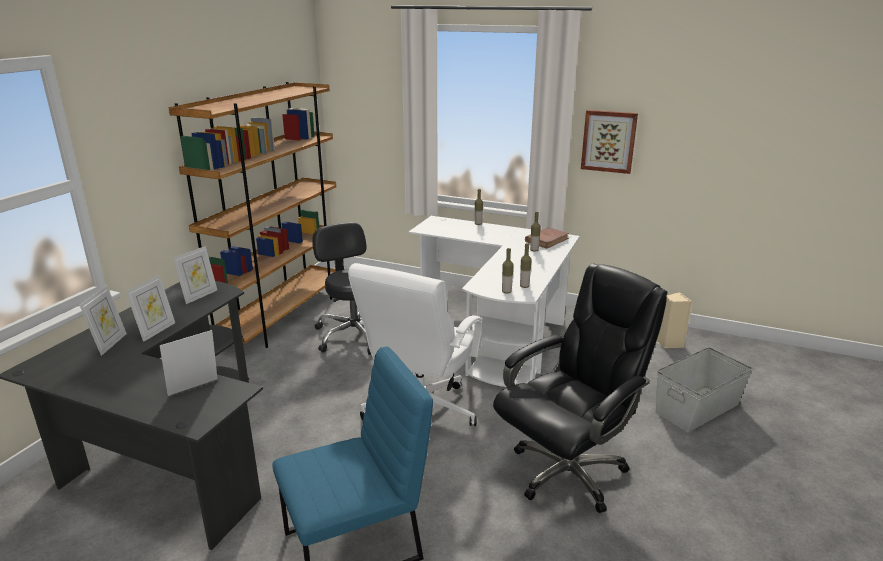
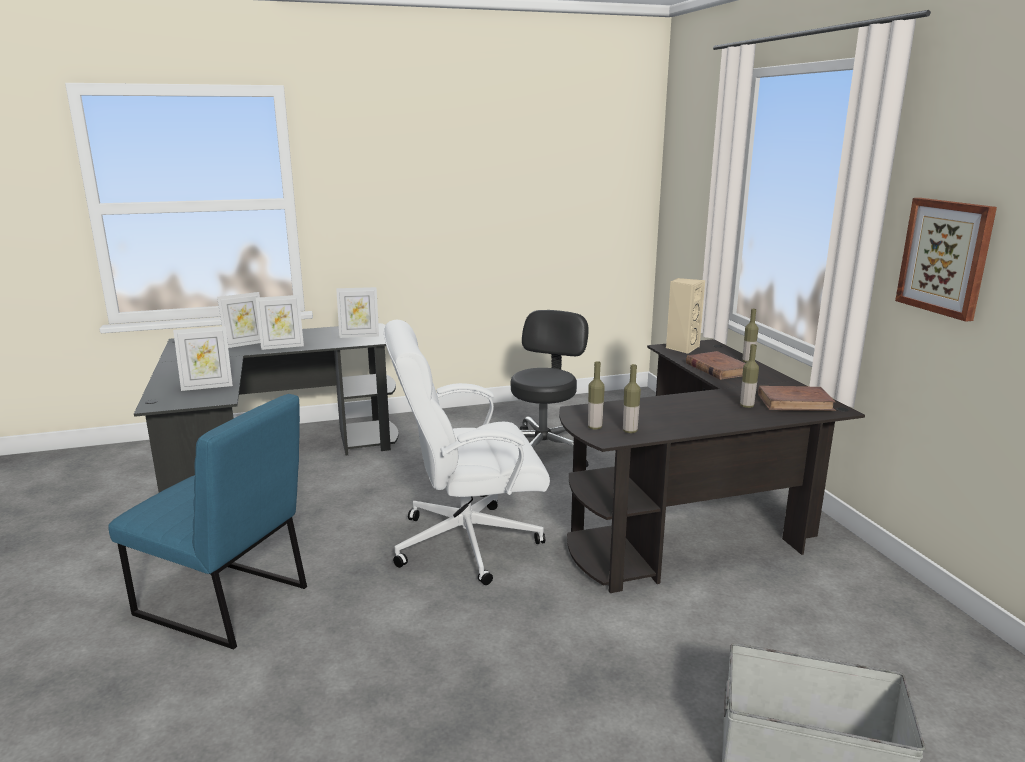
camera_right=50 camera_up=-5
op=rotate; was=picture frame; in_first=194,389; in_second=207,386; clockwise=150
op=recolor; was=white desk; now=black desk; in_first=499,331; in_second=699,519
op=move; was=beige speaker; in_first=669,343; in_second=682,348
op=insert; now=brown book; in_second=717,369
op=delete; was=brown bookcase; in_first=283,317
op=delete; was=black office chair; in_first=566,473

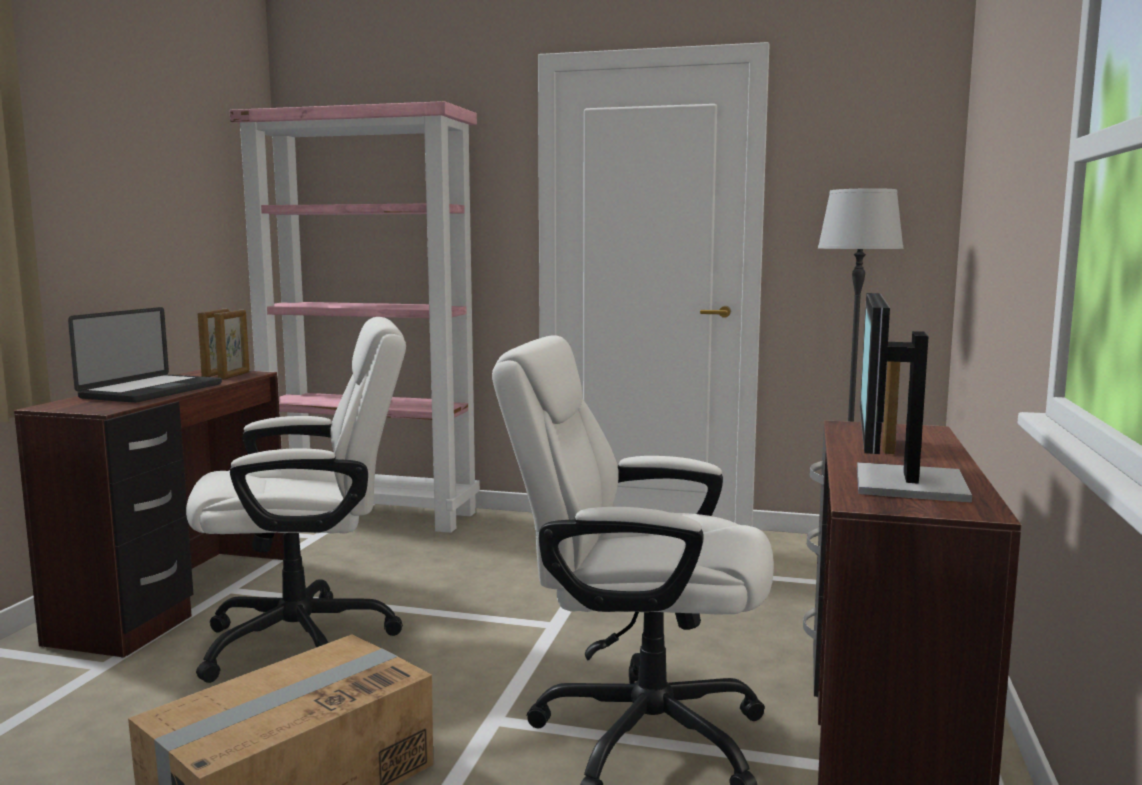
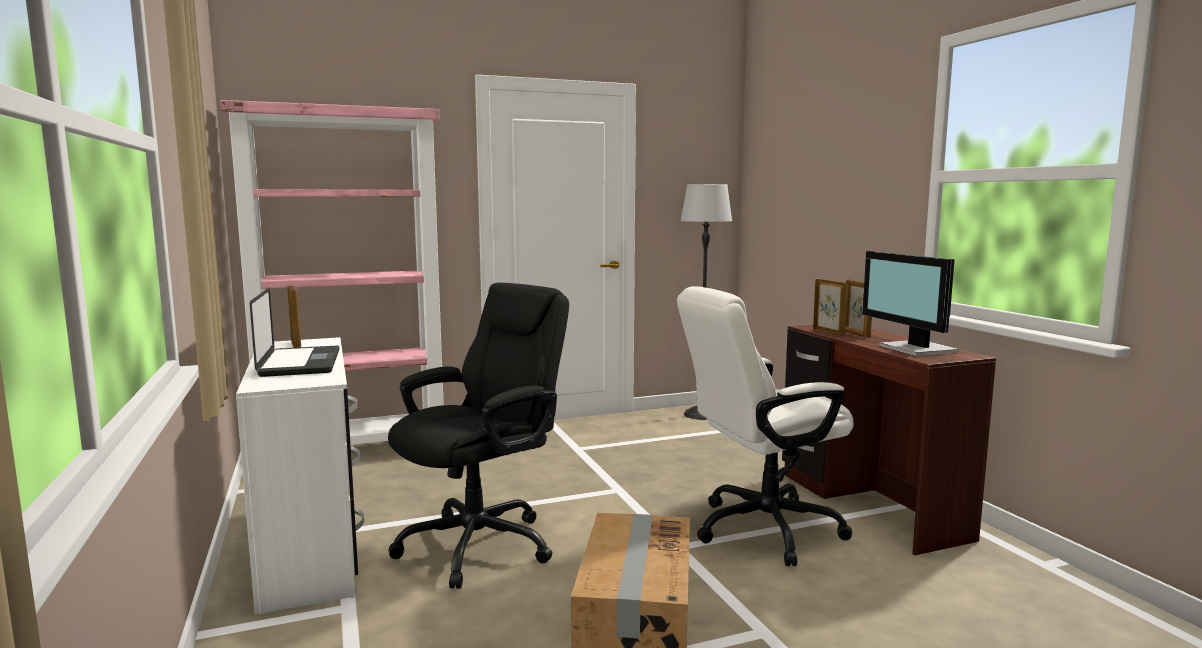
camera_right=-35 camera_up=0
op=recolor; was=brown desk; now=white desk; in_first=180,598; in_second=312,547
op=recolor; was=white office chair; now=black office chair; in_first=309,643; in_second=482,544
op=move; was=picture frame; in_first=234,376; in_second=828,333

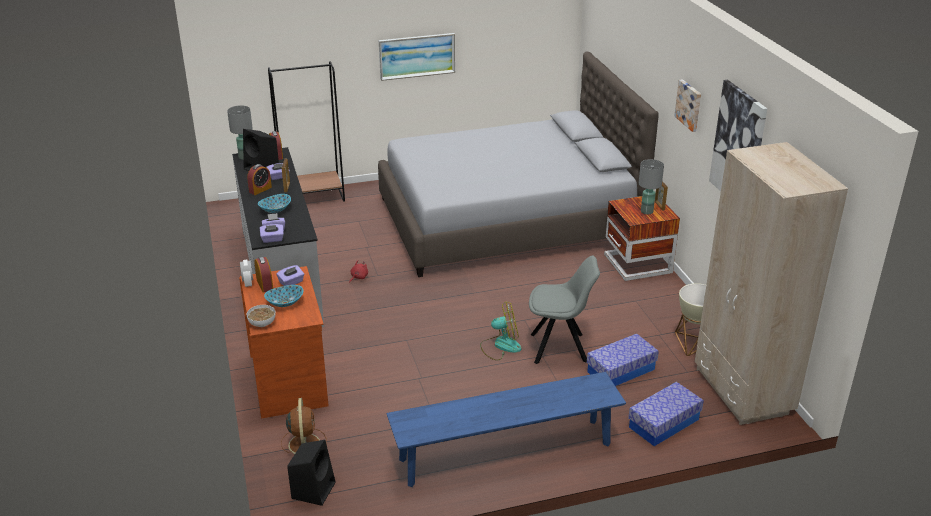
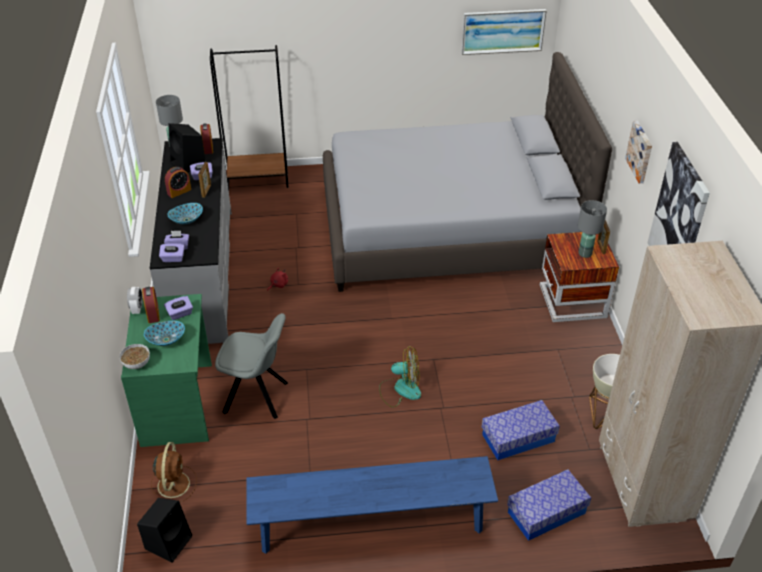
camera_right=10 camera_up=10
op=recolor; was=brown desk; now=green desk; in_first=289,380; in_second=178,404
op=move; was=grey chair; in_first=559,348; in_second=256,397
op=move; was=picture; in_first=417,56; in_second=503,31

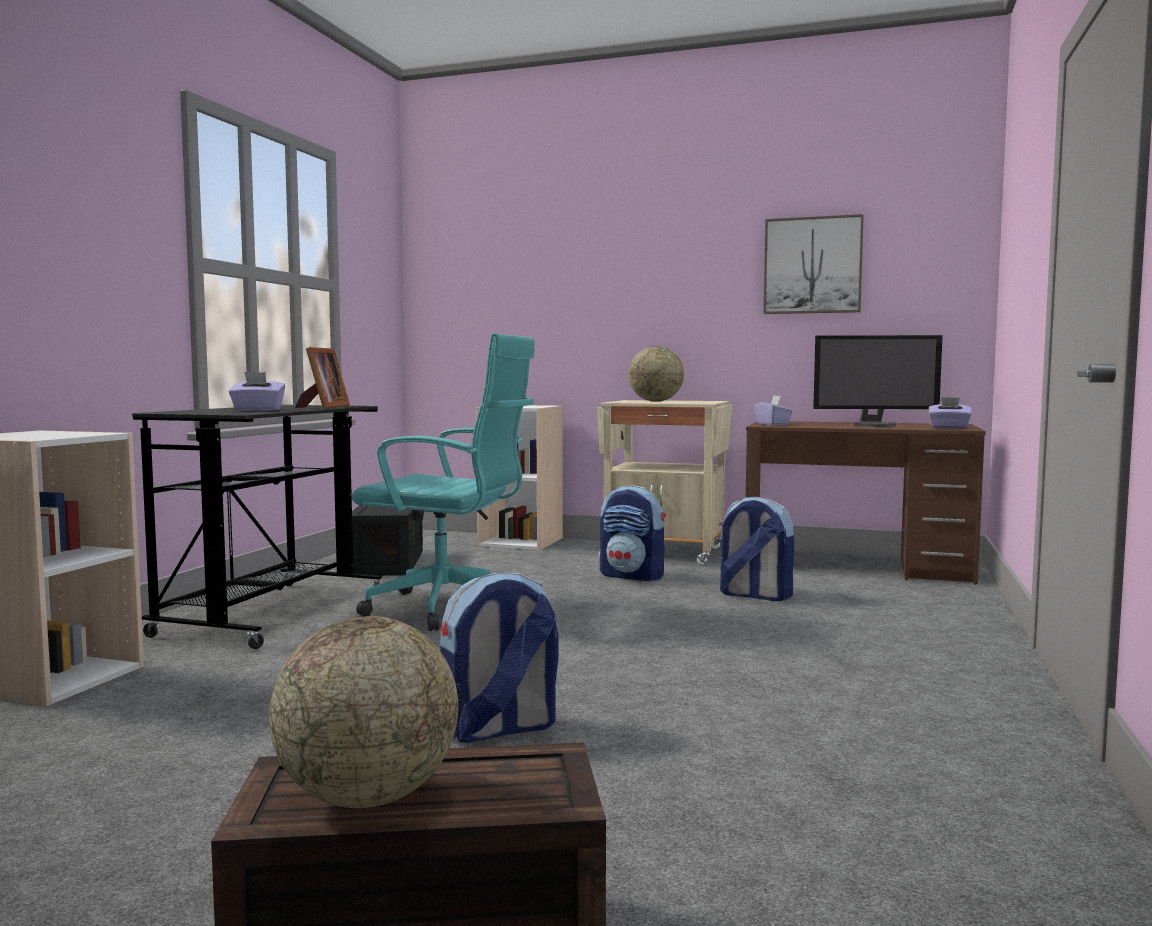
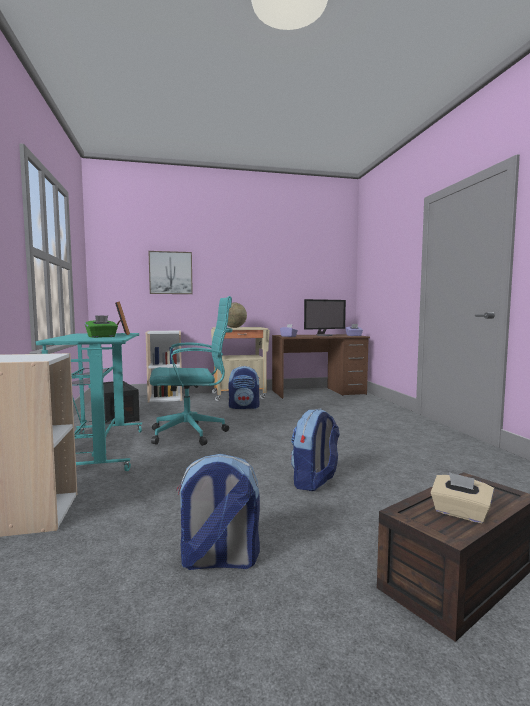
camera_right=-30 camera_up=0
op=recolor; was=black desk; now=turquoise desk; in_first=273,613; in_second=100,451
op=recolor; was=purple tissue box; now=green tissue box; in_first=257,410; in_second=102,337
op=move; was=picture; in_first=812,265; in_second=170,273
op=move; was=backpack; in_first=753,595; in_second=218,560
op=replace; was=globe; now=beige tissue box; in_first=368,797; in_second=460,513

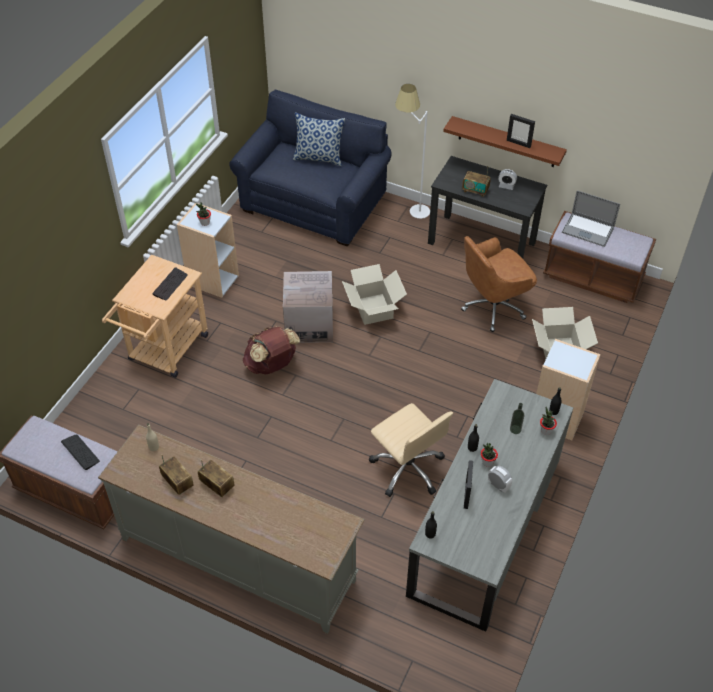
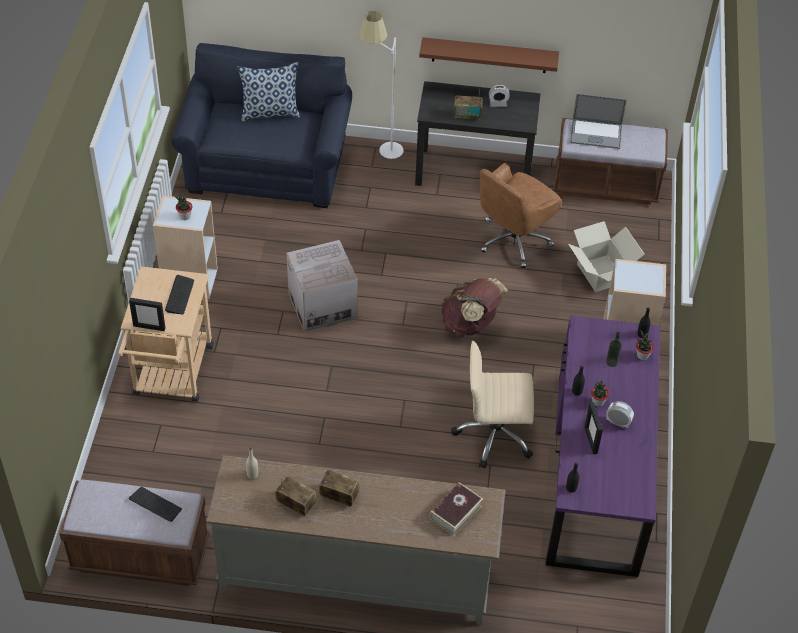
camera_right=-20 camera_up=0
op=move; was=picture frame; in_first=519,143; in_second=149,326
op=insert; now=book; in_second=455,512
op=move; was=brown backpack; in_first=271,365; in_second=470,324
op=rotate; was=beige office chair; in_first=408,468; in_second=494,435; clockwise=150
op=recolor; was=grey desk; now=purple desk; in_first=485,526; in_second=596,473
op=delete; was=cardboard box; in_first=374,309

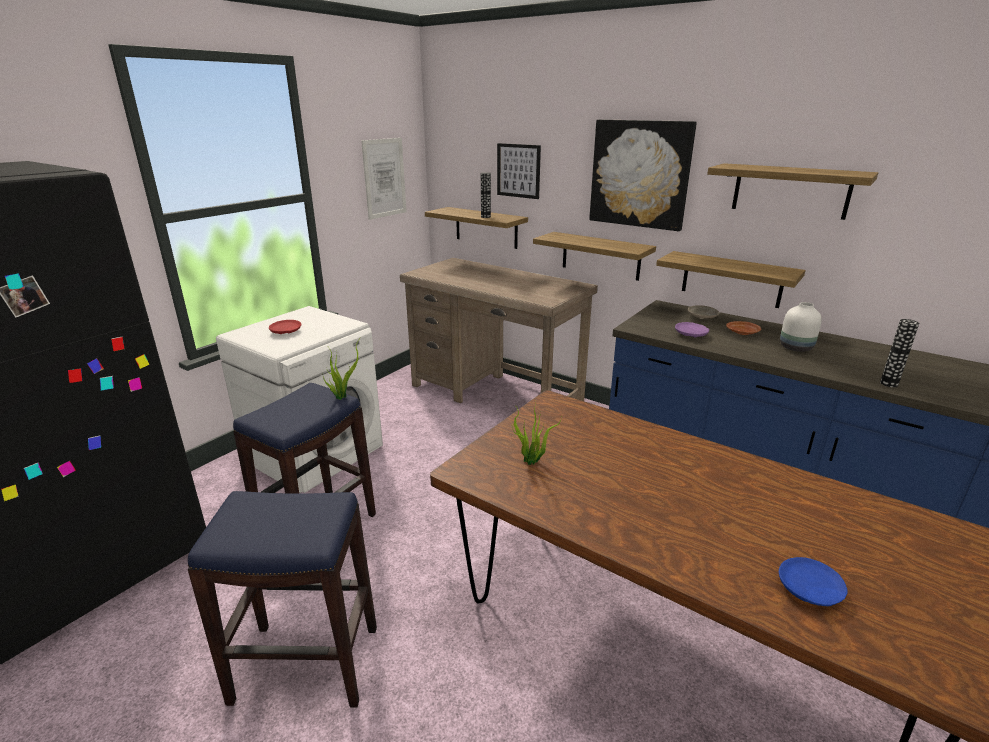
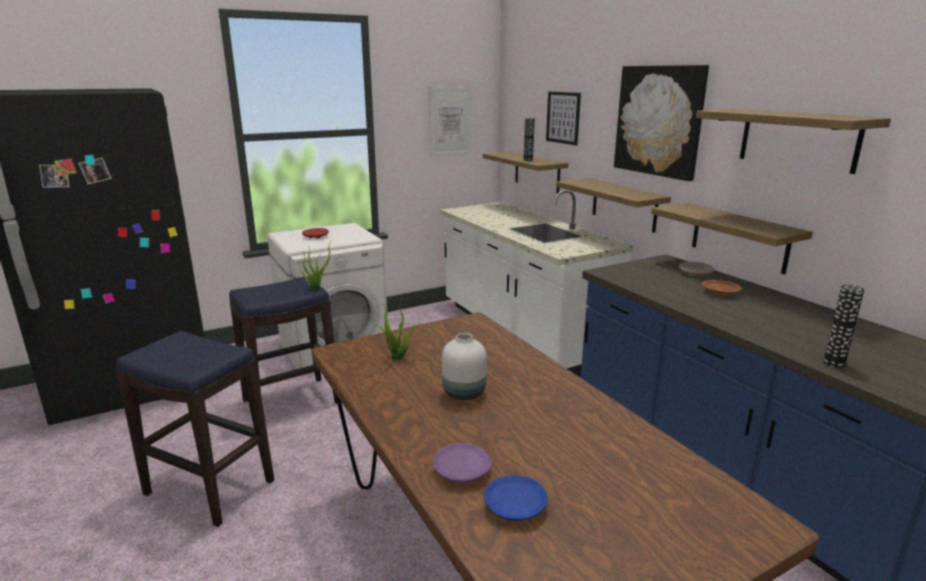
camera_right=25 camera_up=-5
op=move; was=purple plate; in_first=691,334; in_second=462,471
op=replace; was=brown desk; now=white counter; in_first=496,393; in_second=521,333
op=move; was=white vase; in_first=796,347; in_second=465,393

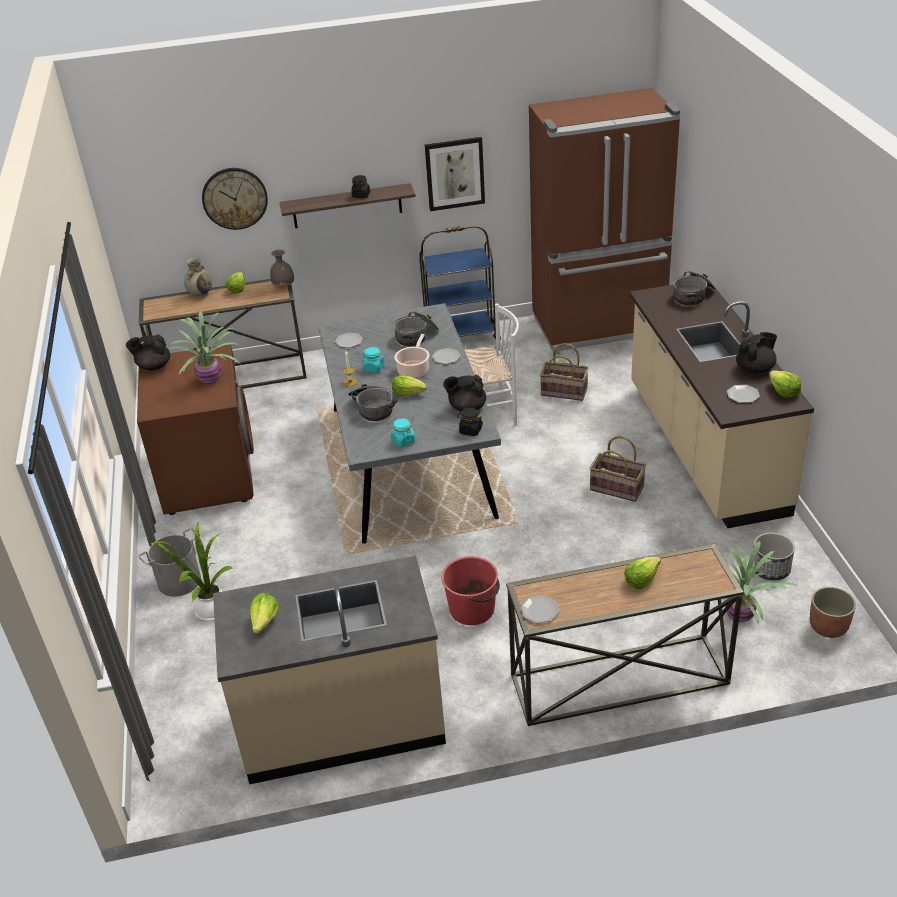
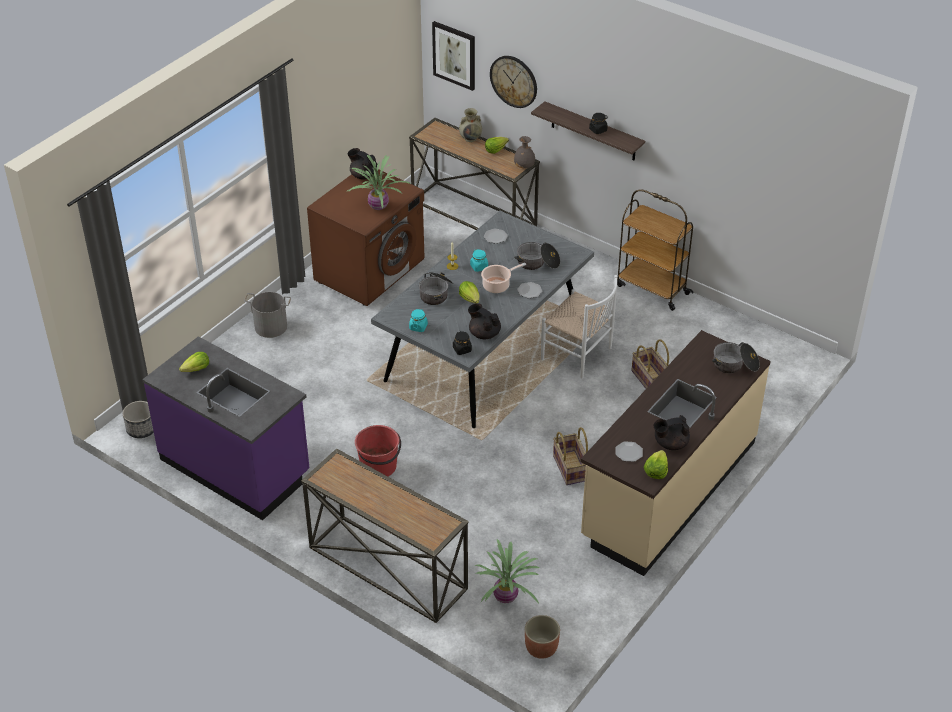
camera_right=45 camera_up=5
op=move; was=planter; in_first=770,569; in_second=141,429
op=recolor; was=beige counter; now=purple counter; in_first=342,722; in_second=236,467
op=move; was=picture; in_first=454,173; in_second=454,55
op=recolor; was=blue cart; now=brown cart; in_first=461,338; in_second=651,289
op=rotate; was=black teapot; in_first=755,369; in_second=670,443; clockwise=150
op=delete; was=potted plant; in_first=209,610
op=delete; was=plate; in_first=540,610
op=delete; was=brown fridge; in_first=599,327
op=delete; was=lettuce; in_first=641,579

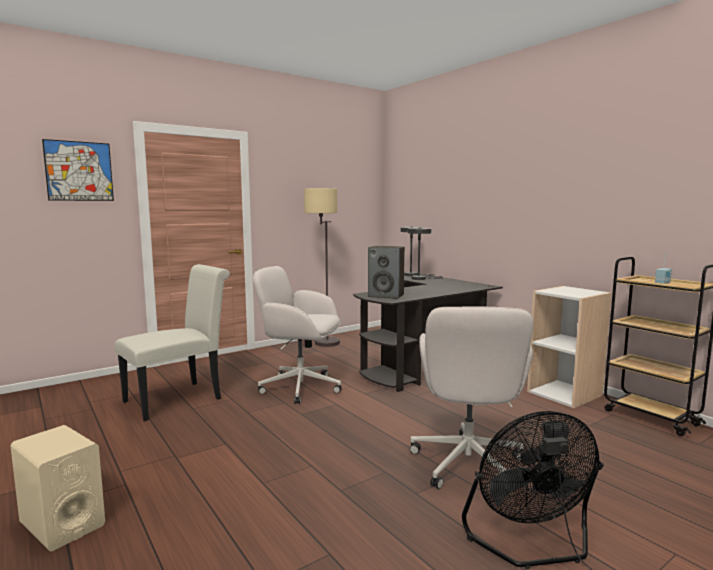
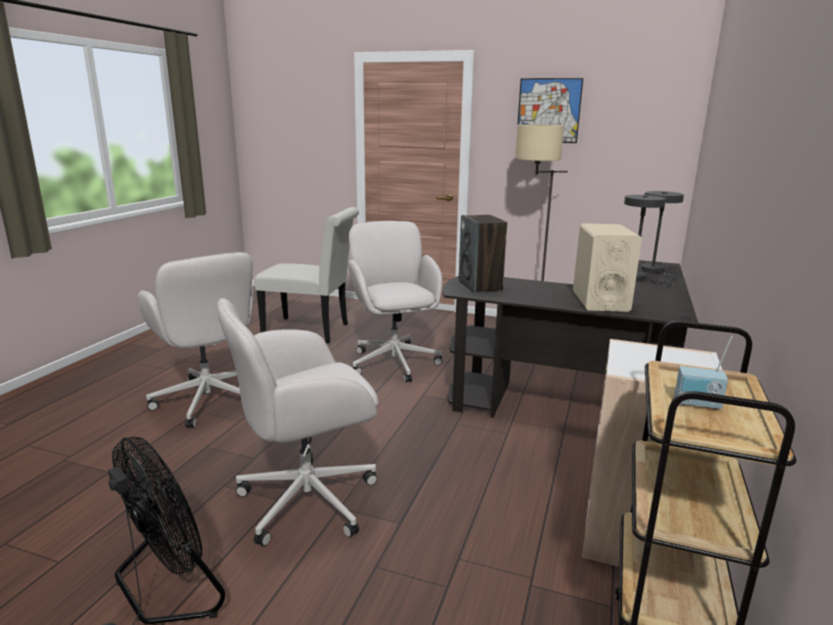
camera_right=55 camera_up=10
op=insert; now=white office chair; in_second=208,401
op=move; was=picture; in_first=79,171; in_second=548,110
op=move; was=beige speaker; in_first=62,524; in_second=600,301

